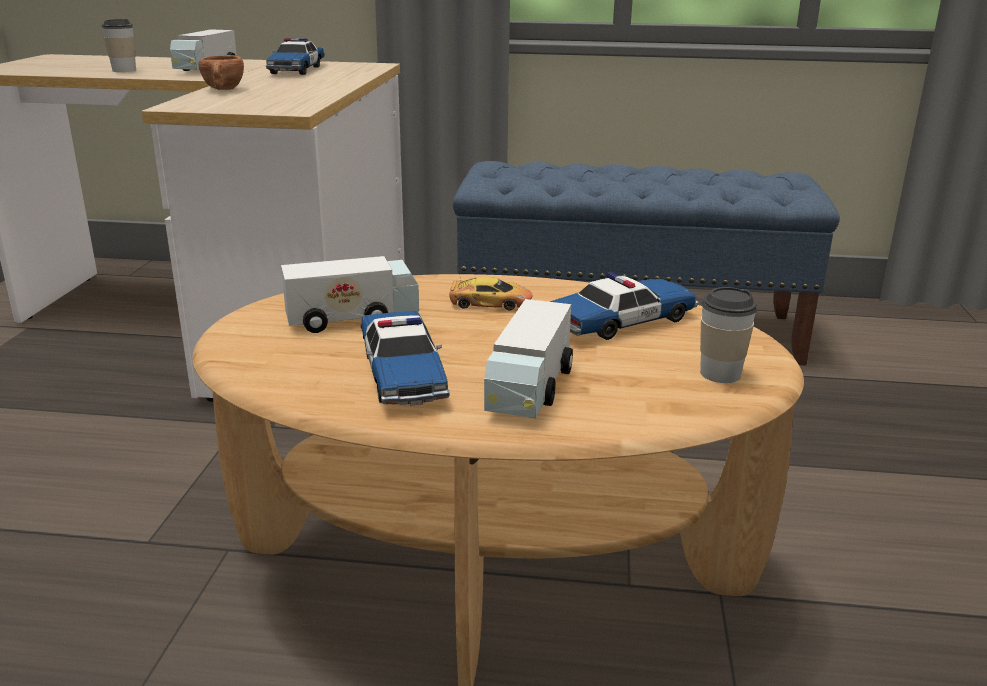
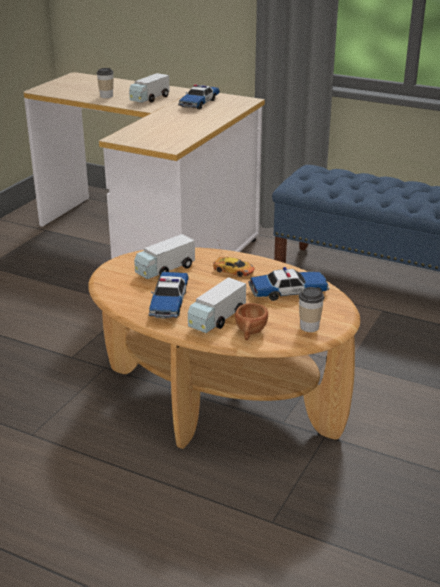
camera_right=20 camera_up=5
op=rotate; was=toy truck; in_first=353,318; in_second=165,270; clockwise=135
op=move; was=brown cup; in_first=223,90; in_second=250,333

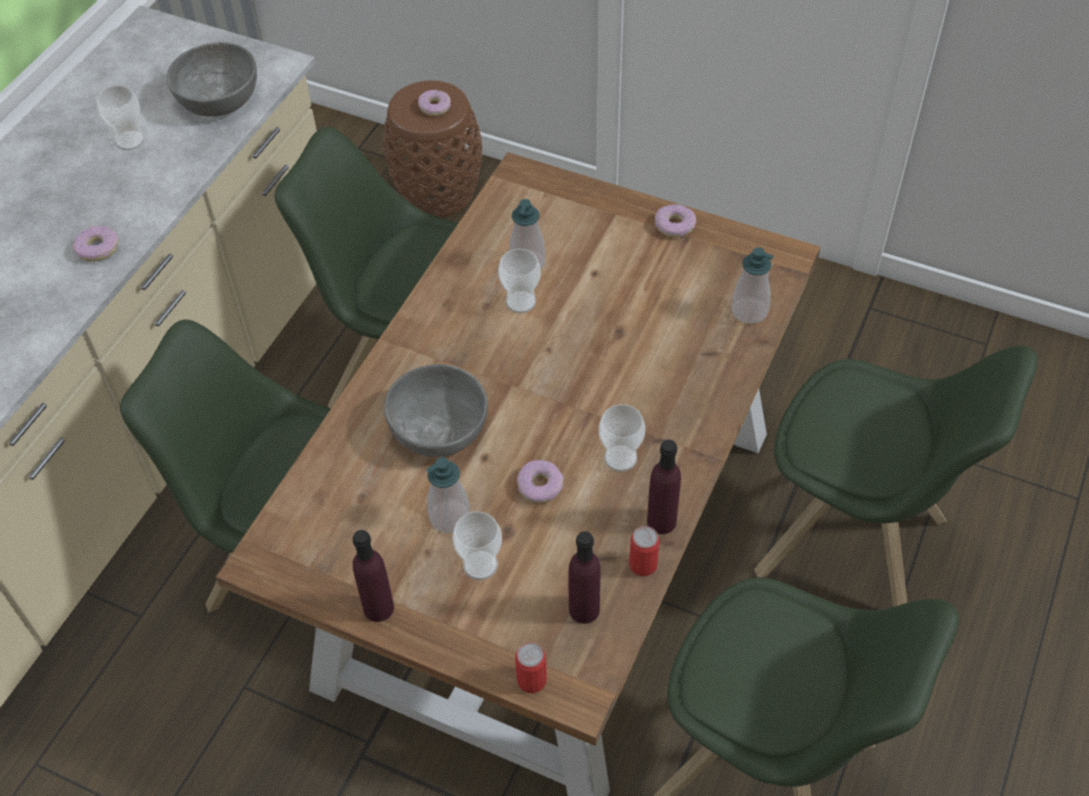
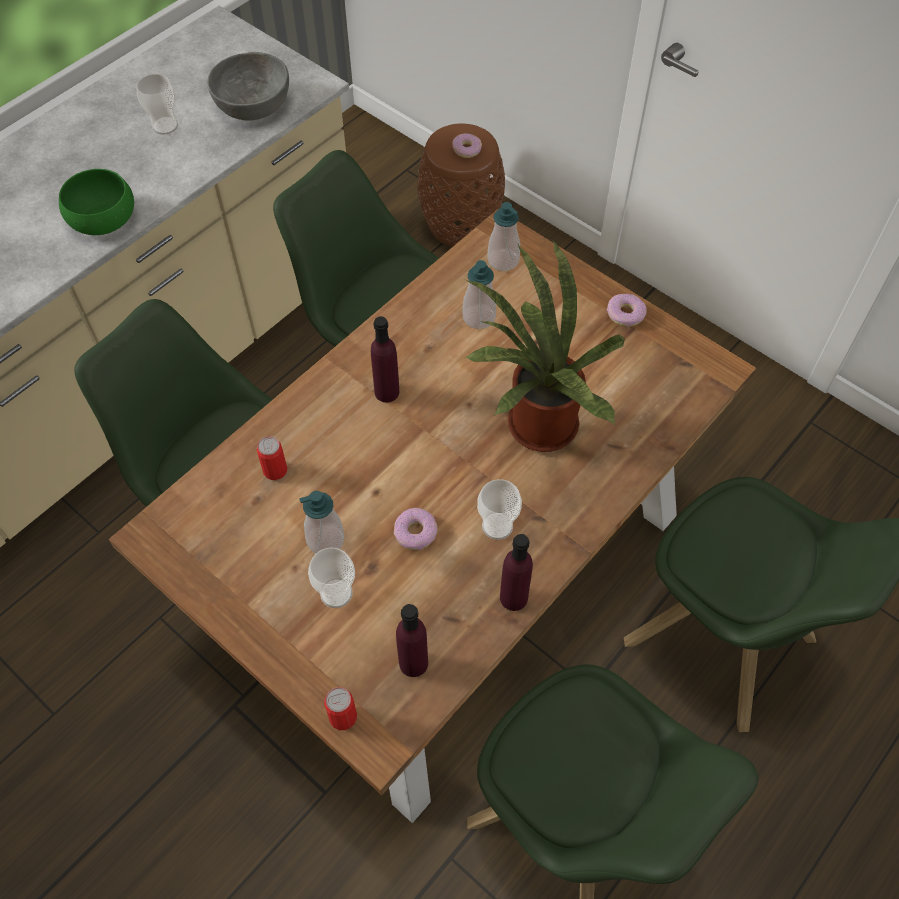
camera_right=15 camera_up=5
op=replace; was=donut; now=green bowl; in_first=97,248; in_second=102,218
op=move; was=can; in_first=643,564; in_second=275,470
op=move; was=purple bottle; in_first=378,608; in_second=387,392
op=insert; now=potted plant; in_second=534,427
op=move; was=soap dispenser; in_first=749,311; in_second=503,260
op=delete; was=grey bowl; in_first=439,428
op=delete; was=cup; in_first=520,302

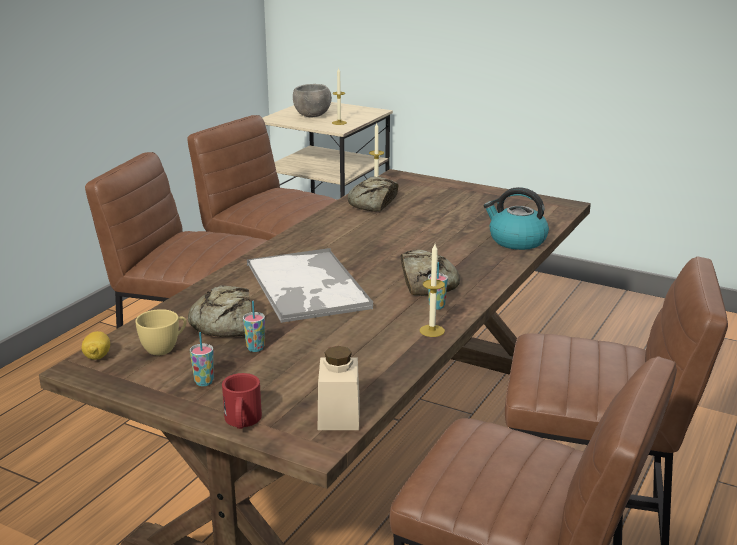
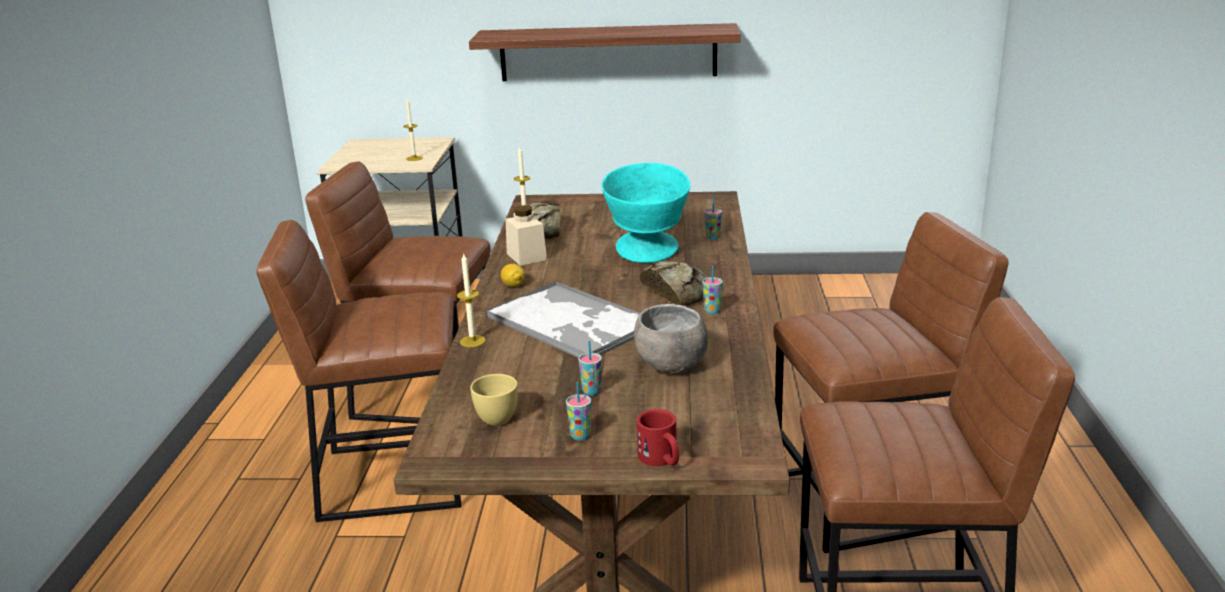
camera_right=-25 camera_up=0
op=move; was=candle; in_first=432,331; in_second=472,341
op=insert; now=shelf; in_second=608,52
op=move; was=lemon; in_first=97,357; in_second=513,285
op=move; was=beige jar; in_first=339,415; in_second=526,256
op=insert; now=turquoise bowl; in_second=647,256
op=move; was=grey bowl; in_first=312,116; in_second=671,366
op=replace; was=kettle; now=cup; in_first=516,241; in_second=713,237
op=delete; was=bread; in_first=224,322

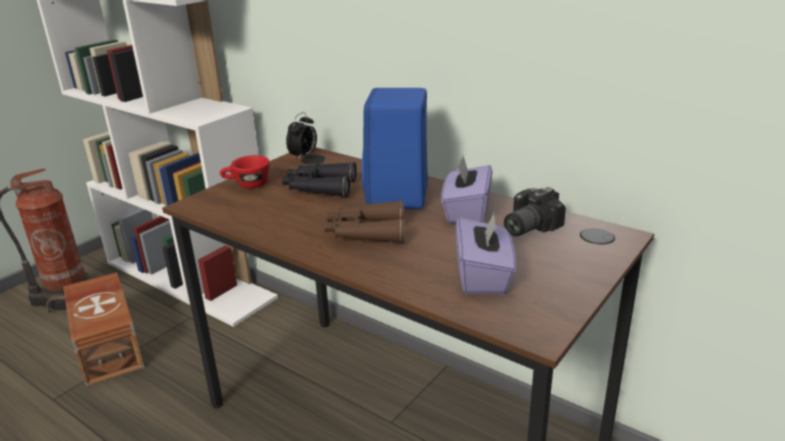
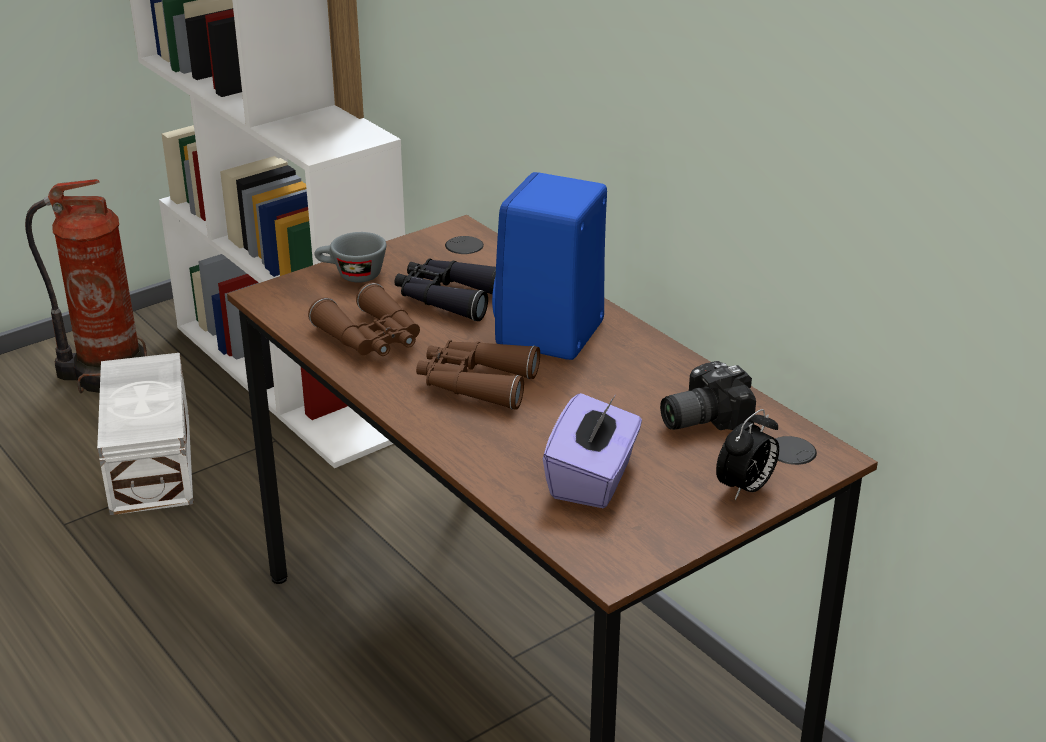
camera_right=15 camera_up=5
op=recolor; was=brown storage box; now=white storage box; in_first=110,345; in_second=153,461
op=insert; now=brown binoculars; in_second=371,338
op=recolor; was=red cup; now=grey cup; in_first=247,185; in_second=351,275
op=move; was=alarm clock; in_first=303,156; in_second=745,488
op=delete; was=purple tissue box; in_first=466,212

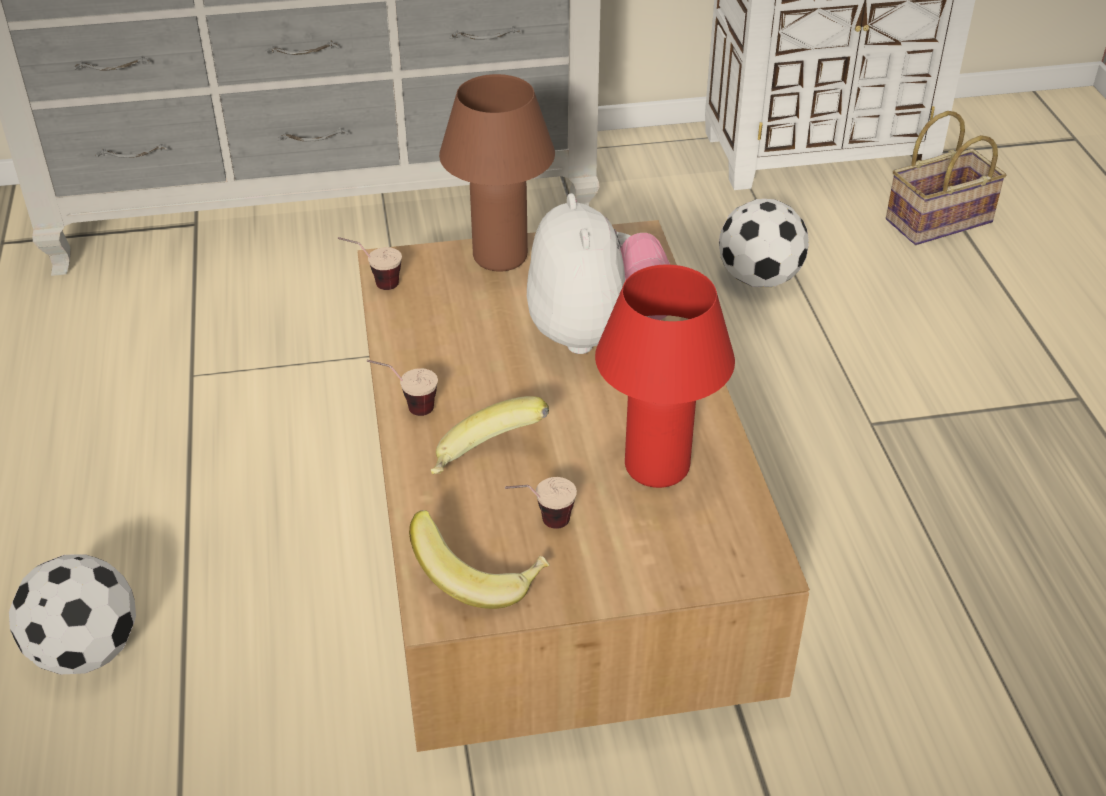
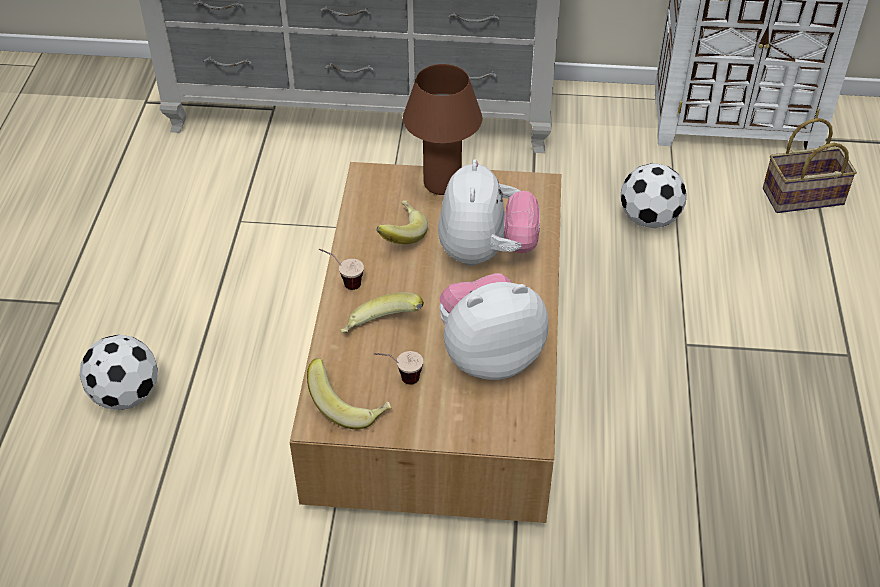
camera_right=15 camera_up=5
op=insert; now=banana; in_second=399,234
op=replace; was=red table lamp; now=plush toy; in_first=657,467; in_second=488,355
op=delete; was=cup; in_first=373,284

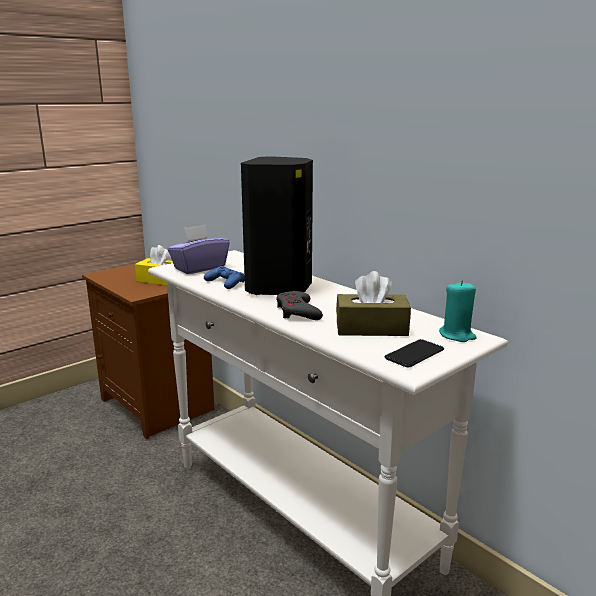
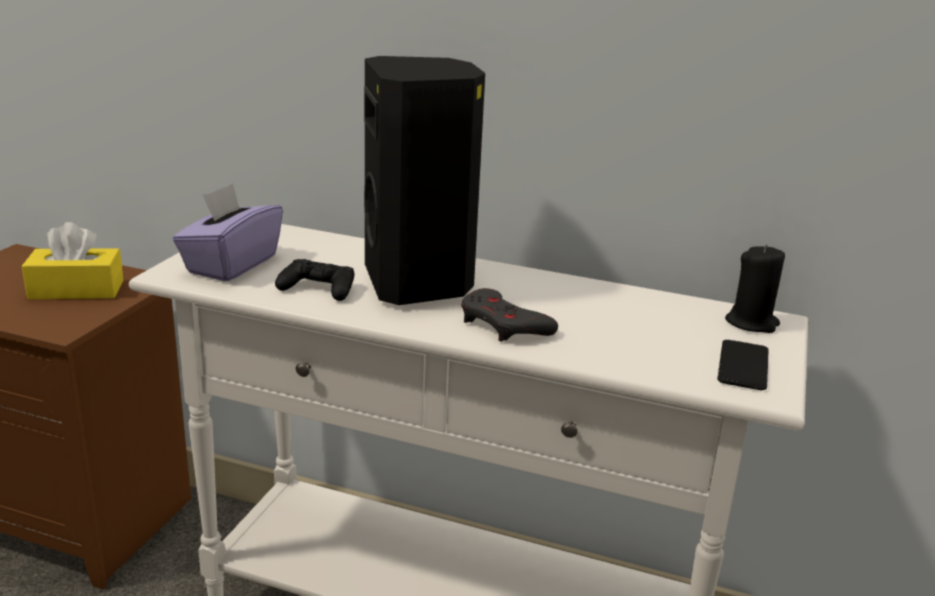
camera_right=-30 camera_up=5
op=recolor; was=blue game controller; now=black game controller; in_first=225,283; in_second=318,289
op=recolor; was=turquoise candle; now=black candle; in_first=457,335; in_second=752,323
op=delete; was=brown tissue box; in_first=371,328

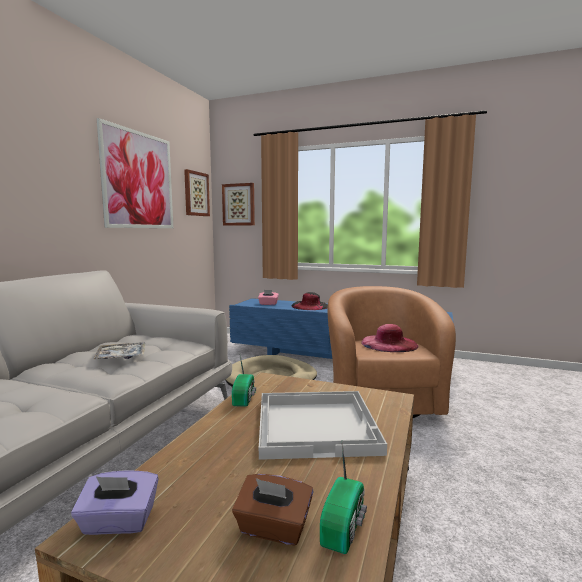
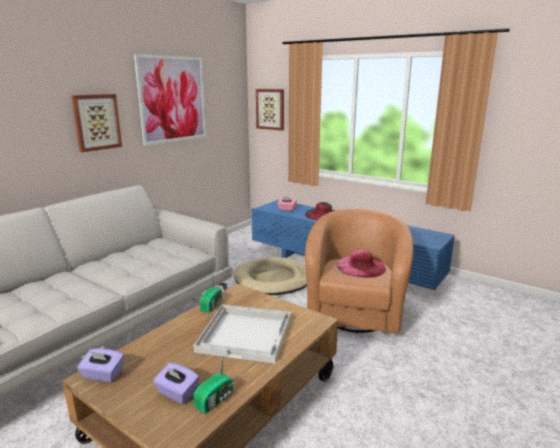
camera_right=15 camera_up=10
op=move; was=picture; in_first=196,194; in_second=96,122
op=recolor; was=brown tissue box; now=purple tissue box; in_first=273,528; in_second=177,393
op=delete; was=tray; in_first=121,356

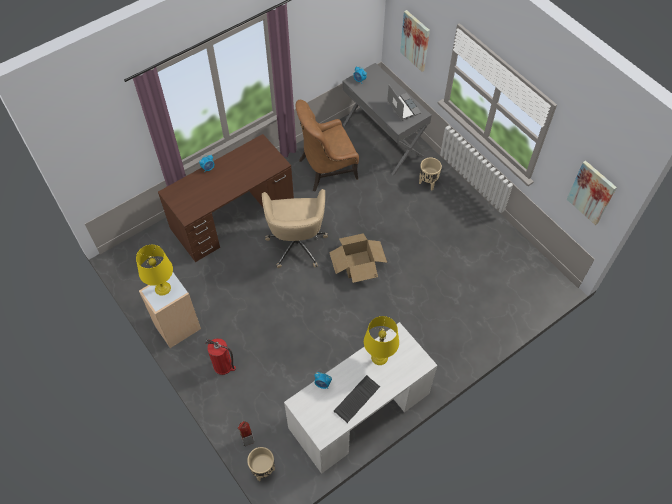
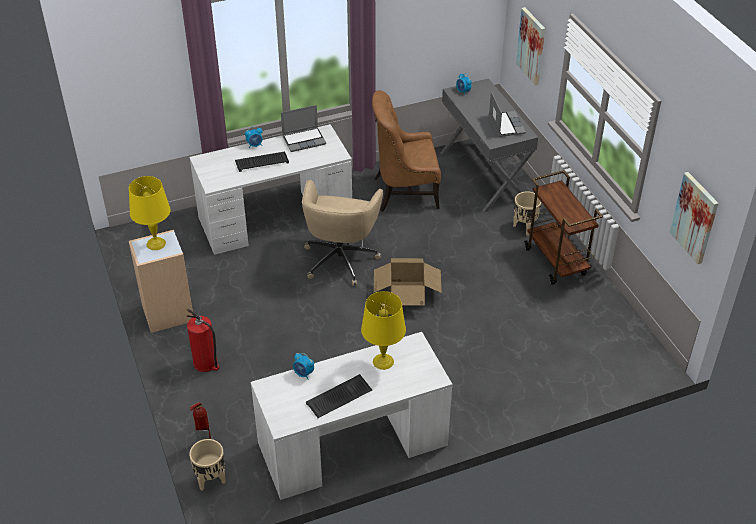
camera_right=15 camera_up=-15
op=recolor; was=brown desk; now=white desk; in_first=233,216; in_second=276,218
op=insert; now=keyboard; in_second=262,162
op=insert; now=laptop; in_second=304,140
op=insert; now=brown cart; in_second=556,264

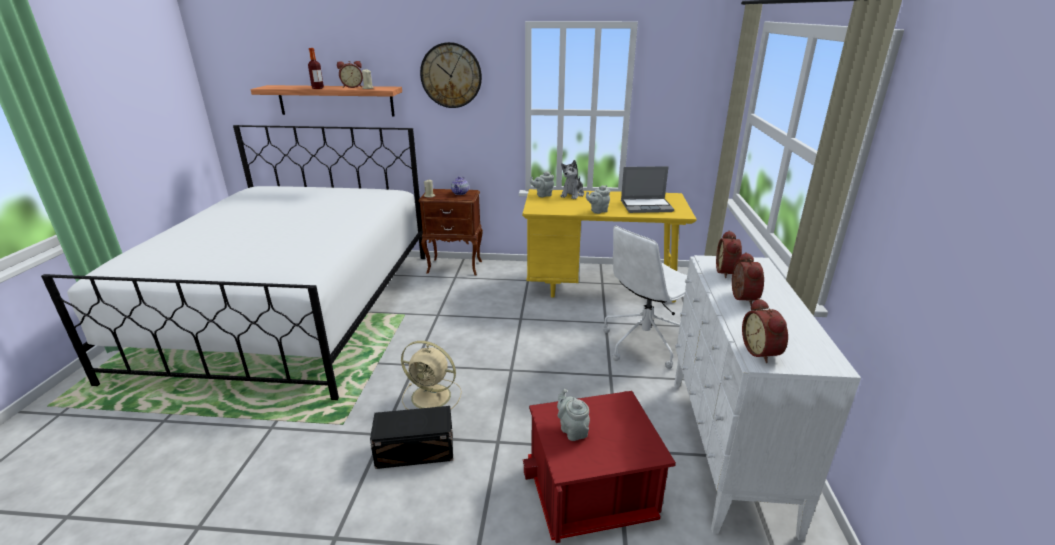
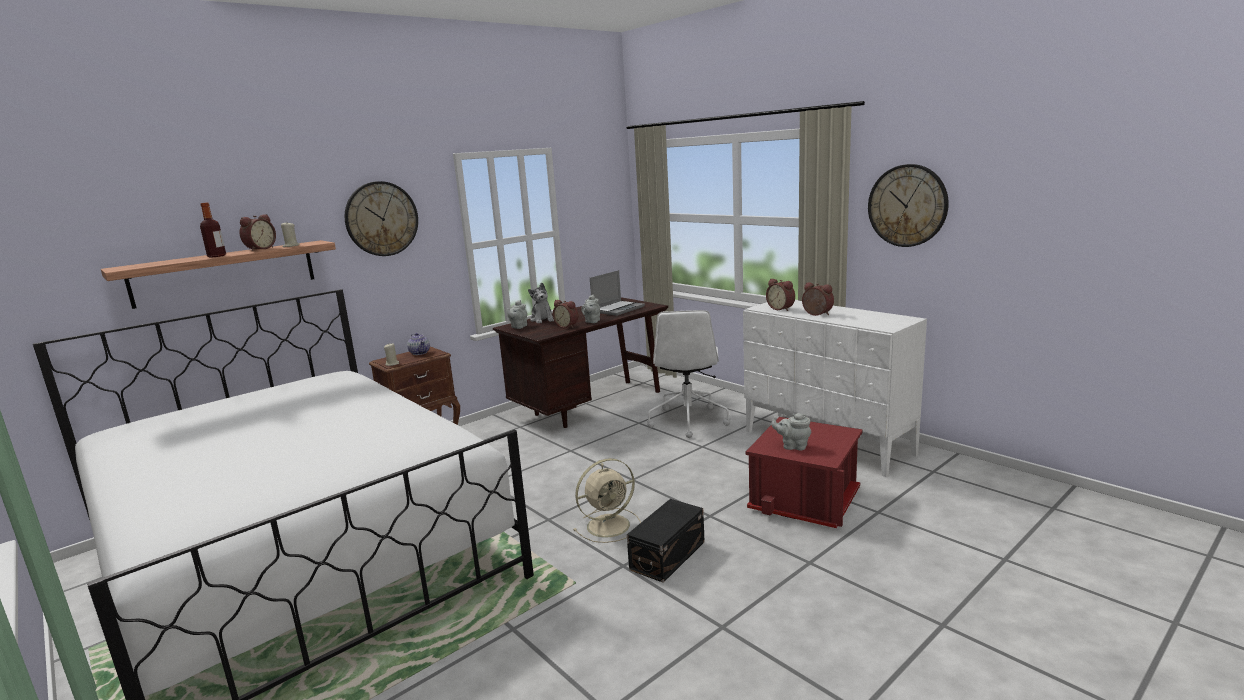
camera_right=-45 camera_up=-10
op=recolor; was=yellow desk; now=brown desk; in_first=600,287; in_second=590,406
op=move; was=alarm clock; in_first=762,352; in_second=567,326
op=insert; now=wall clock; in_second=907,205

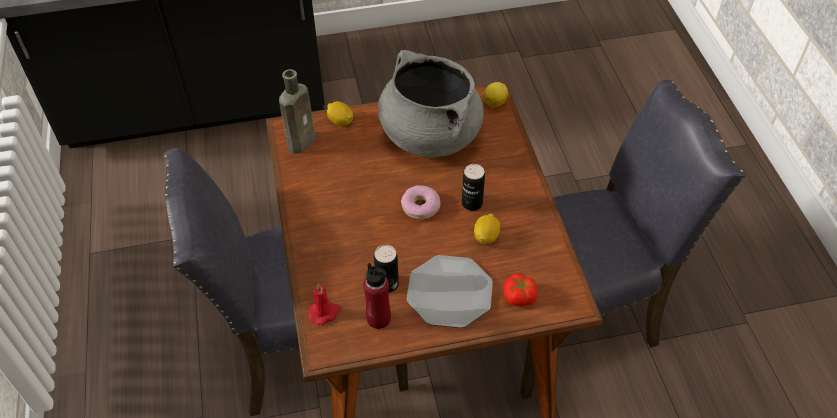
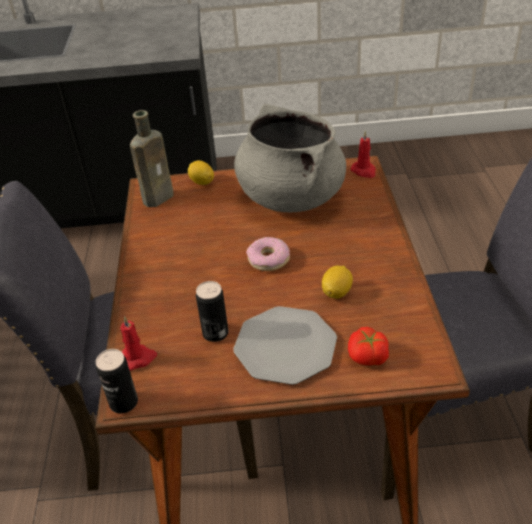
camera_right=10 camera_up=-10
op=move; was=can; in_first=472,203; in_second=124,402
op=replace; was=lemon; now=red candle; in_first=495,102; in_second=364,171
op=delete; was=red bottle; in_first=378,318

